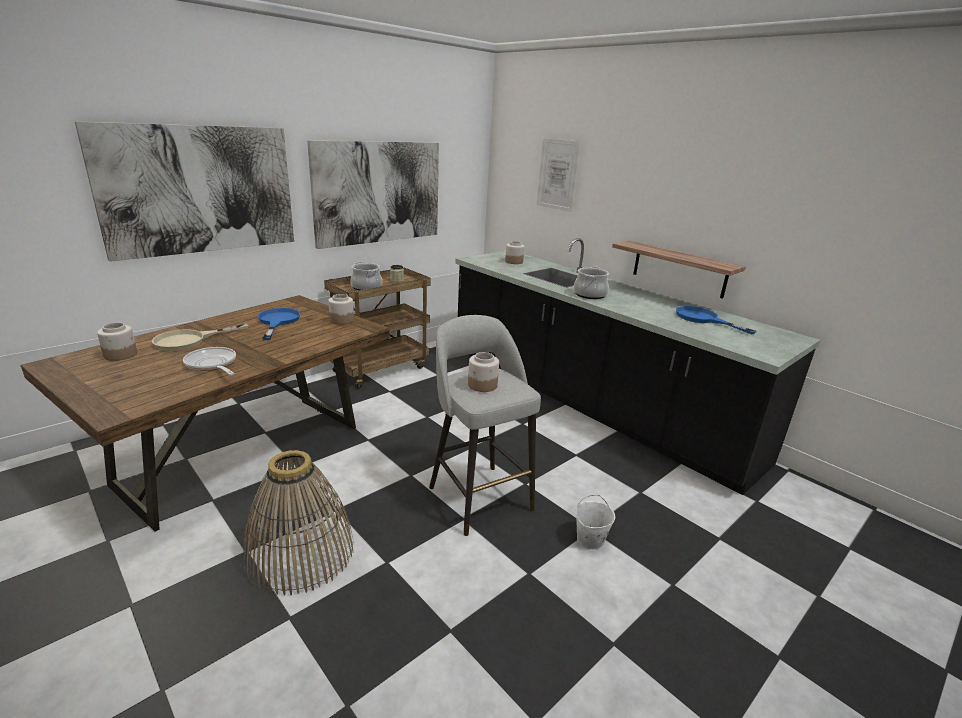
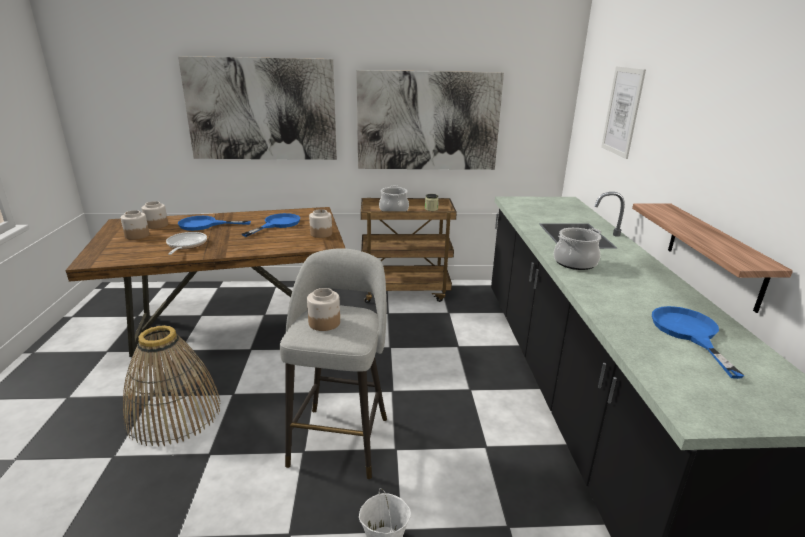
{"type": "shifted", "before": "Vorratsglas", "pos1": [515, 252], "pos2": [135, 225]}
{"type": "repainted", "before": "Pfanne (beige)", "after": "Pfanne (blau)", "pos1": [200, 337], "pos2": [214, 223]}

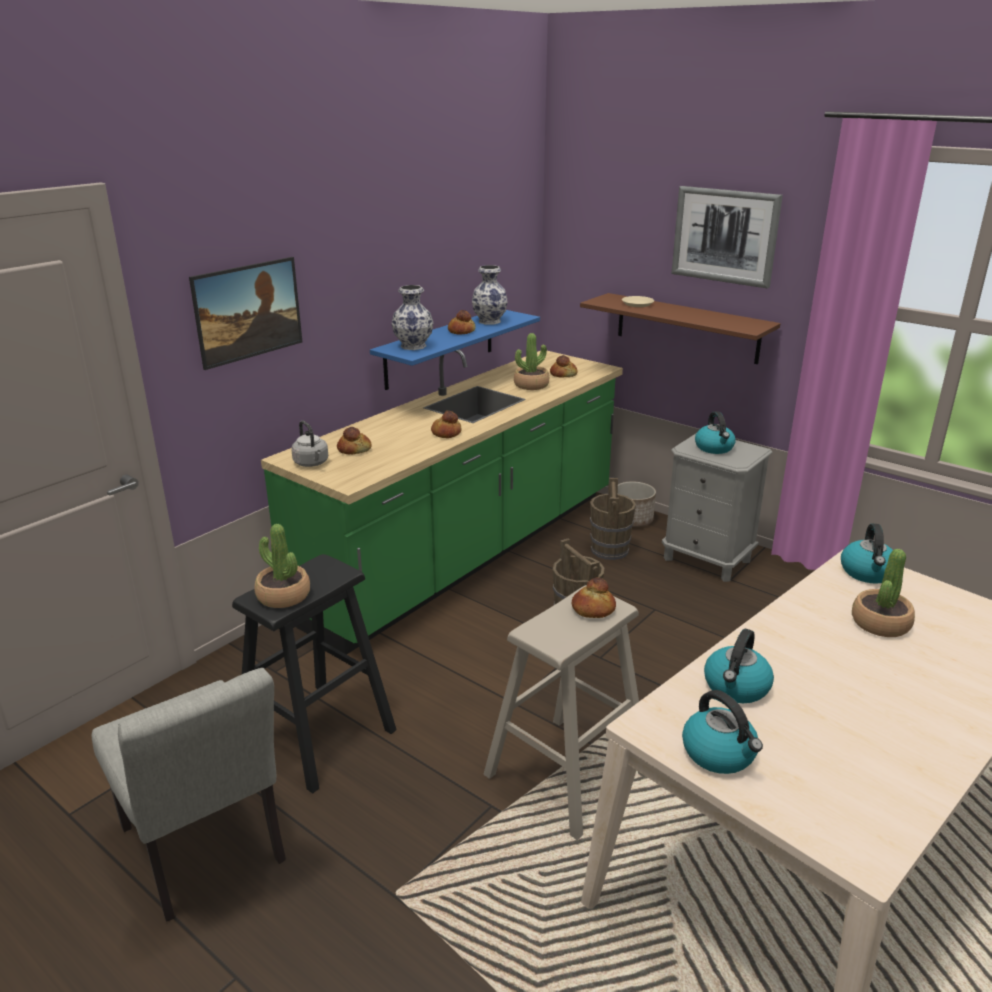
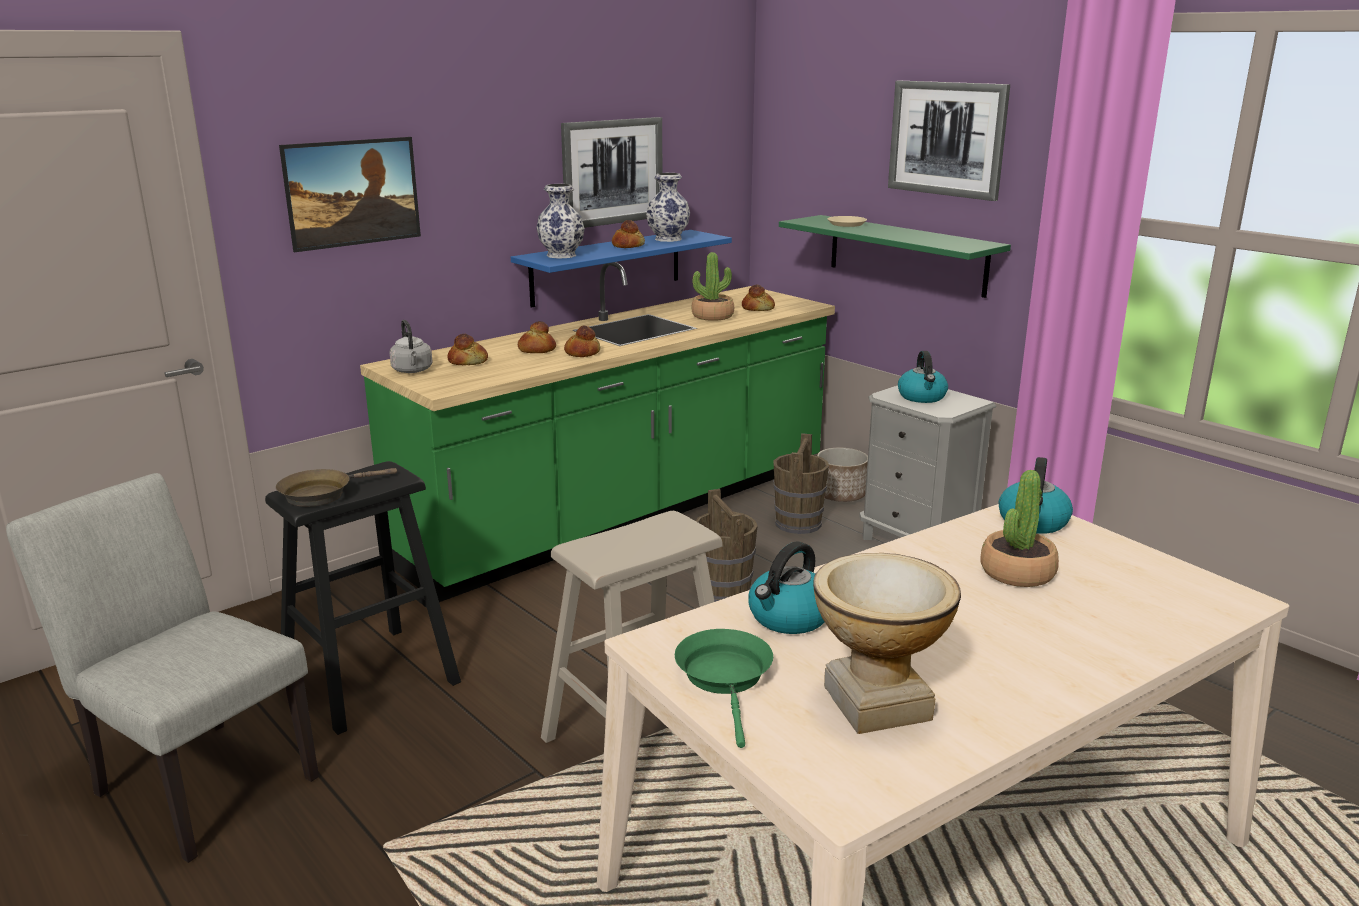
{"type": "new", "after": "Bild", "pos2": [611, 172]}
{"type": "new", "after": "Vase", "pos2": [887, 643]}
{"type": "shifted", "before": "Brot", "pos1": [594, 597], "pos2": [537, 337]}
{"type": "swapped", "before": "Topfpflanze", "after": "Pfanne (braun)", "pos1": [282, 566], "pos2": [336, 487]}
{"type": "swapped", "before": "Wasserkessel", "after": "Pfanne (grün)", "pos1": [722, 732], "pos2": [724, 688]}
{"type": "repainted", "before": "Wandregal (braun)", "after": "Wandregal (grün)", "pos1": [680, 328], "pos2": [895, 256]}
{"type": "rotated", "before": "Stuhl (grau)", "pos1": [189, 795], "pos2": [162, 668], "turn": 150}

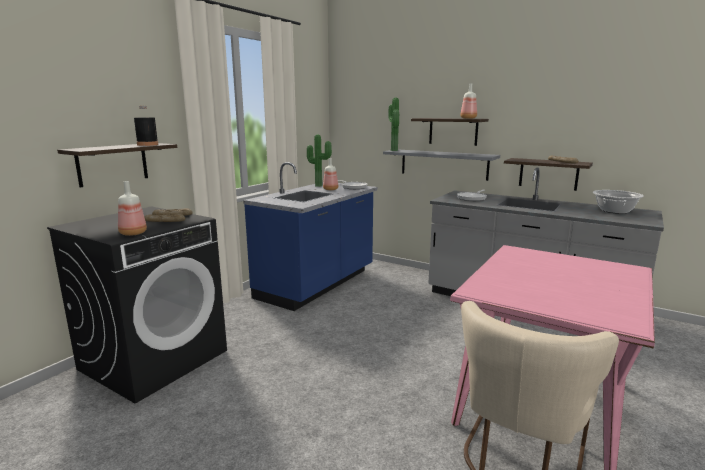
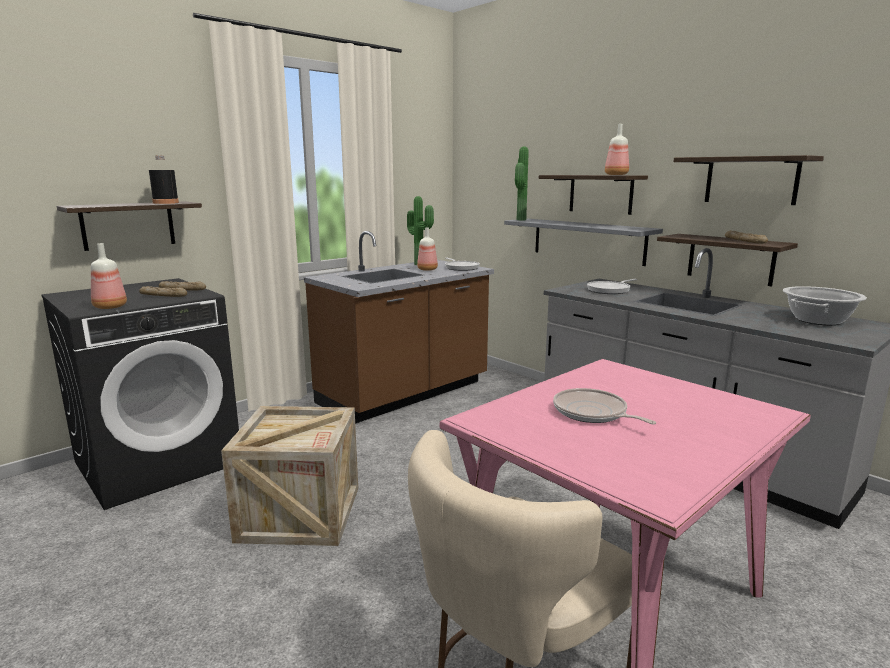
{"type": "new", "after": "Kiste", "pos2": [289, 476]}
{"type": "new", "after": "Pfanne", "pos2": [604, 406]}
{"type": "new", "after": "Wandregal", "pos2": [748, 180]}
{"type": "repainted", "before": "Küchenzeile (blau)", "after": "Küchenzeile (braun)", "pos1": [310, 236], "pos2": [399, 327]}

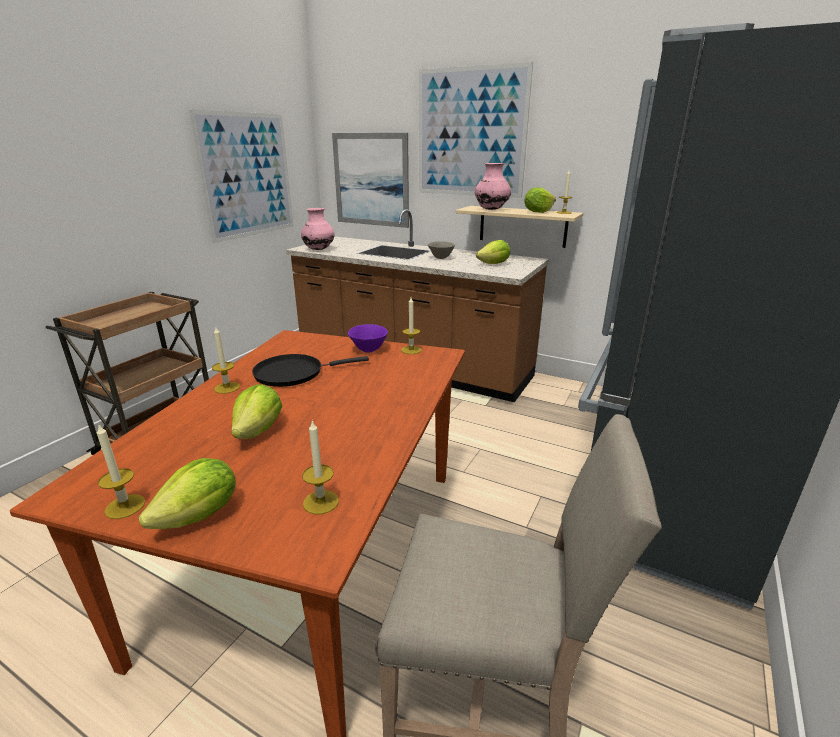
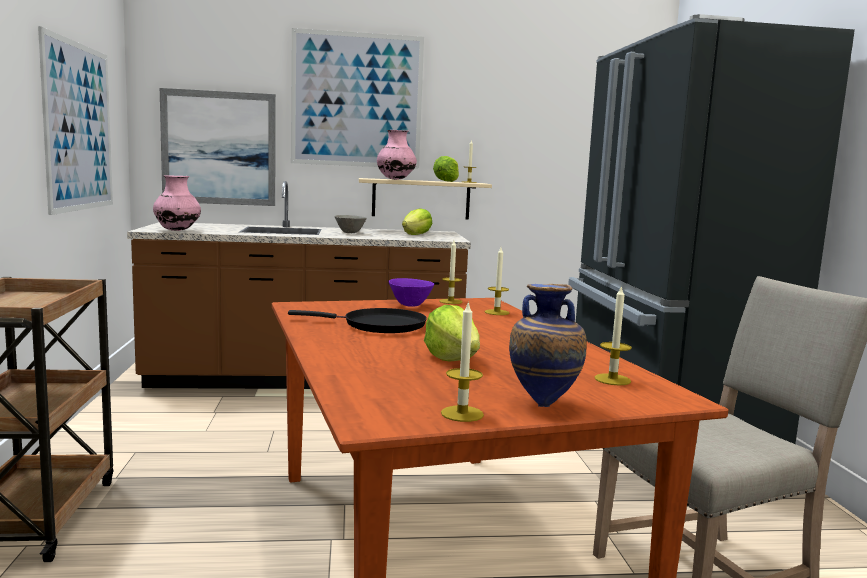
{"type": "shifted", "before": "Kerze", "pos1": [226, 360], "pos2": [497, 281]}
{"type": "swapped", "before": "Salatkopf", "after": "Vase", "pos1": [187, 493], "pos2": [548, 345]}
{"type": "rotated", "before": "Pfanne (schwarz)", "pos1": [310, 370], "pos2": [357, 320], "turn": -120}

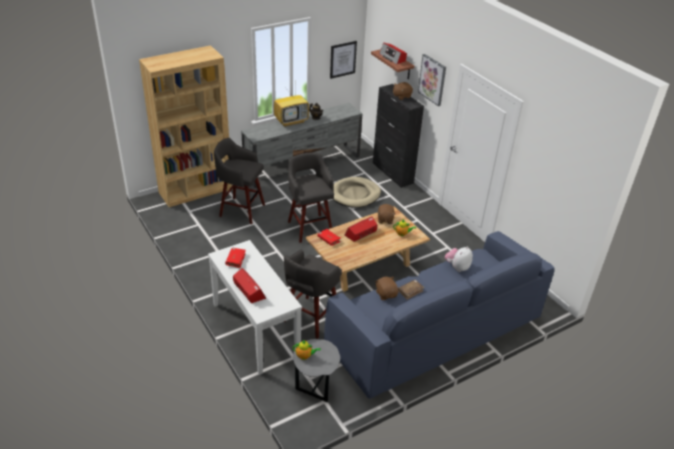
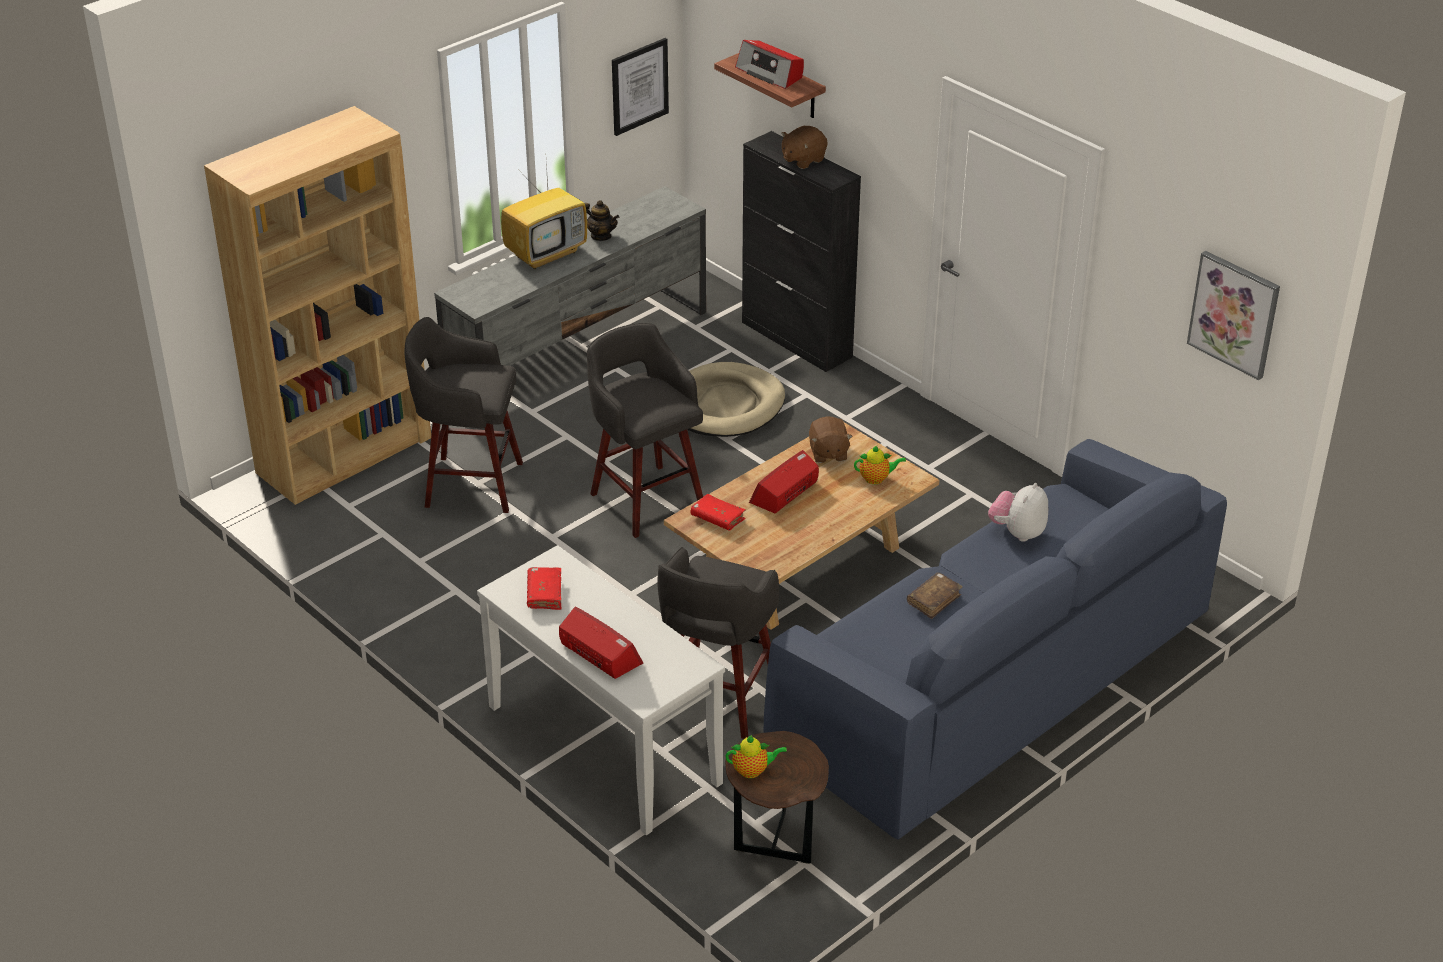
{"type": "gone", "before": "Plüschtier (braun)", "pos1": [386, 288]}
{"type": "shifted", "before": "Bild", "pos1": [432, 80], "pos2": [1233, 315]}
{"type": "repainted", "before": "Beistelltisch (grau)", "after": "Beistelltisch (braun)", "pos1": [316, 370], "pos2": [777, 797]}

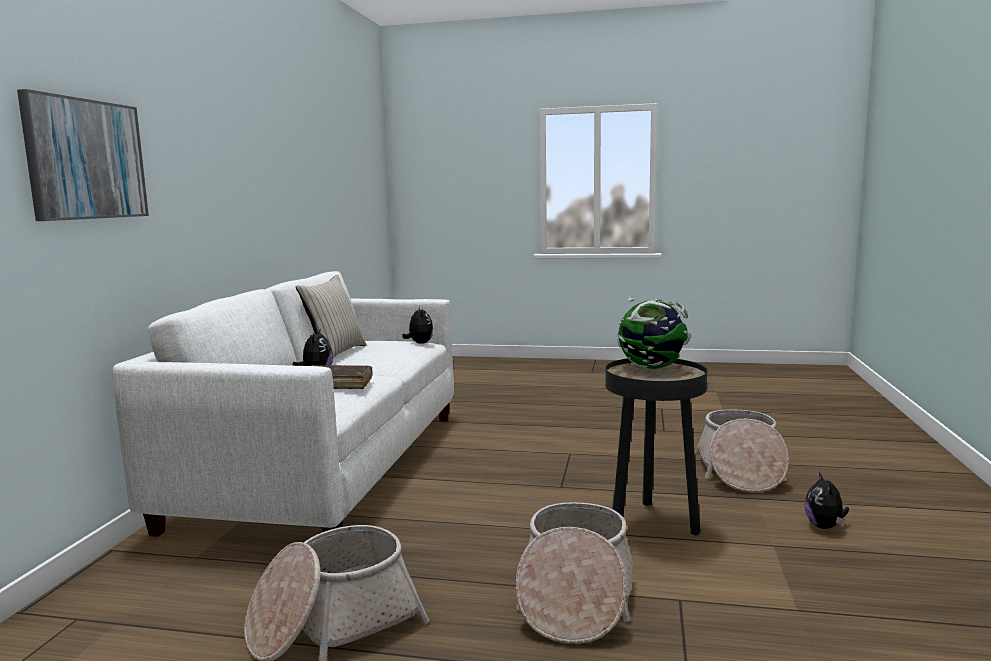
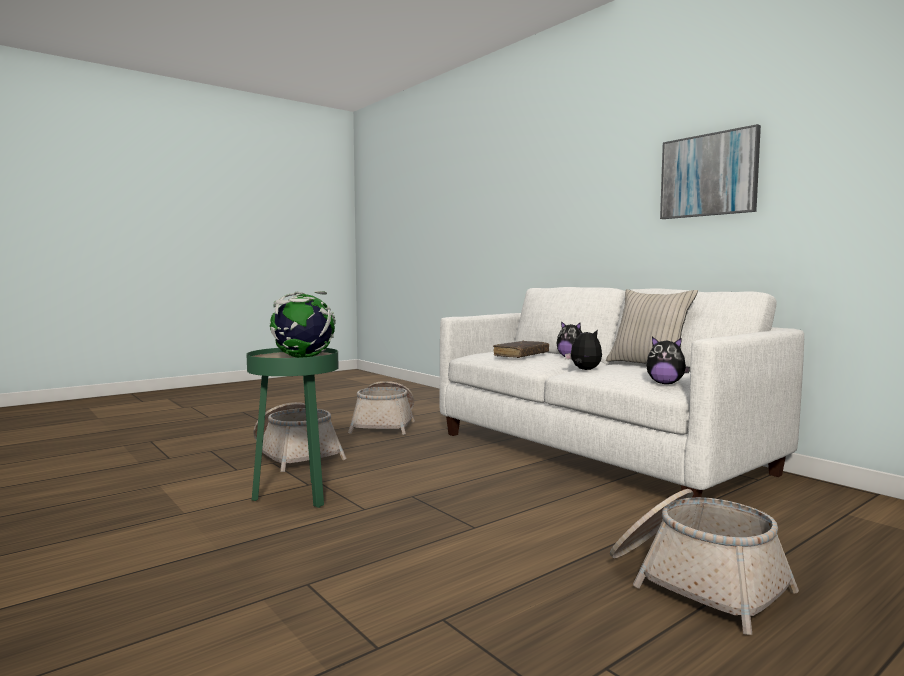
{"type": "shifted", "before": "Bild", "pos1": [83, 155], "pos2": [710, 171]}
{"type": "shifted", "before": "Korb", "pos1": [742, 451], "pos2": [704, 562]}
{"type": "shifted", "before": "Plüschtier", "pos1": [827, 500], "pos2": [583, 349]}
{"type": "repainted", "before": "Beistelltisch (schwarz)", "after": "Beistelltisch (grün)", "pos1": [656, 446], "pos2": [292, 428]}

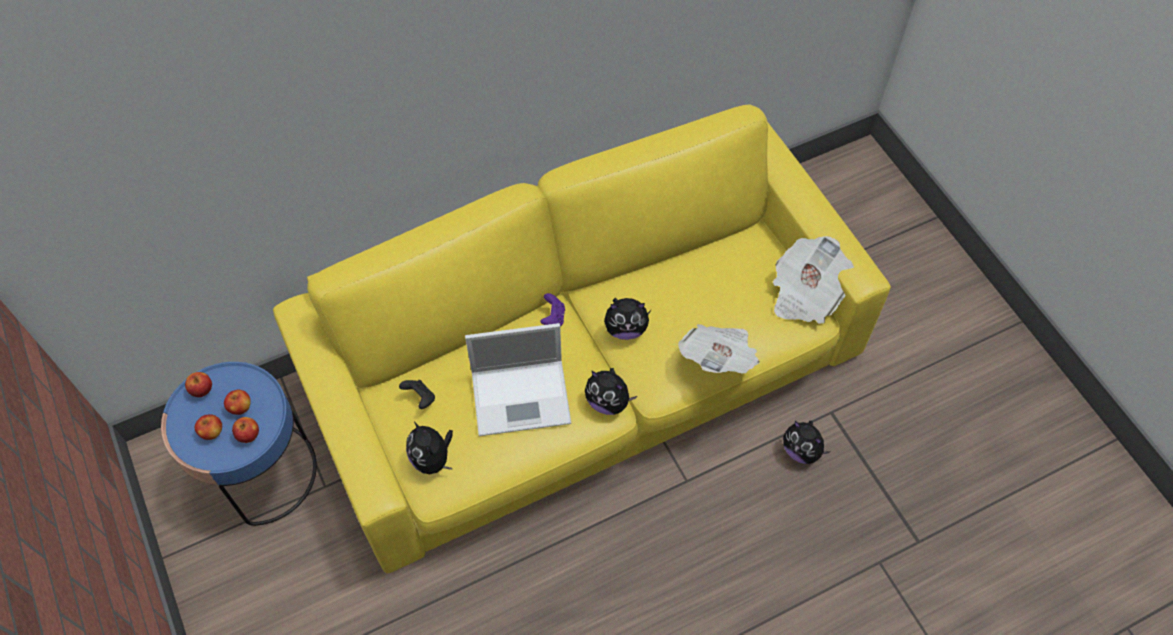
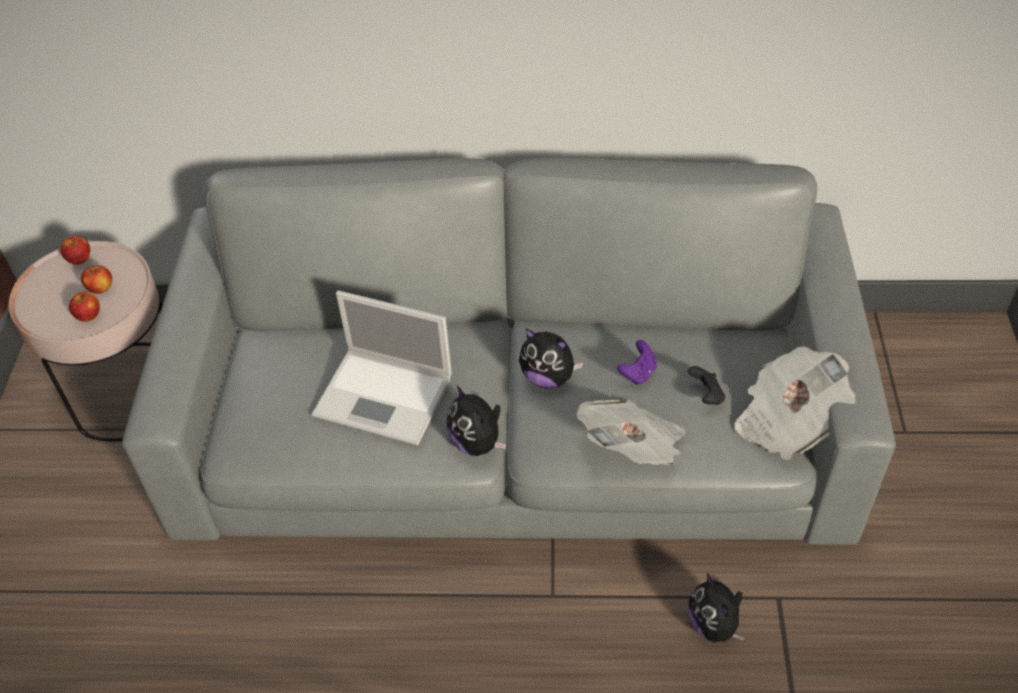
{"type": "gone", "before": "Apfel", "pos1": [208, 427]}
{"type": "gone", "before": "Plüschtier", "pos1": [429, 447]}
{"type": "shifted", "before": "Gamepad (schwarz)", "pos1": [417, 394], "pos2": [706, 385]}
{"type": "shifted", "before": "Gamepad (lila)", "pos1": [552, 309], "pos2": [637, 362]}
{"type": "repainted", "before": "Beistelltisch (blau)", "after": "Beistelltisch (rosa)", "pos1": [239, 444], "pos2": [86, 341]}
{"type": "repainted", "before": "Sofa (gelb)", "after": "Sofa (grau)", "pos1": [582, 339], "pos2": [509, 351]}

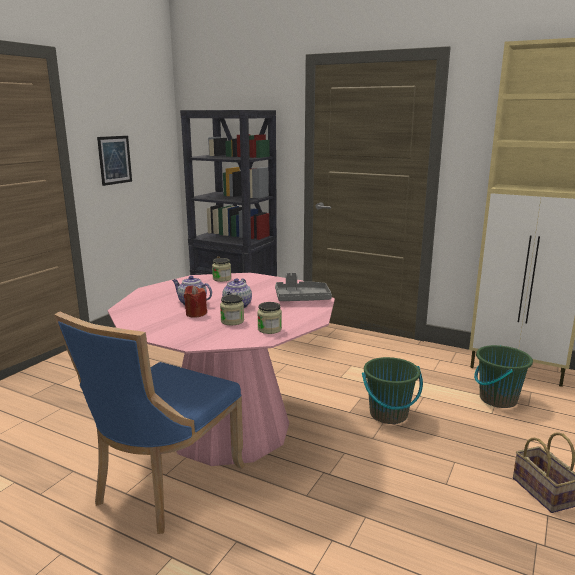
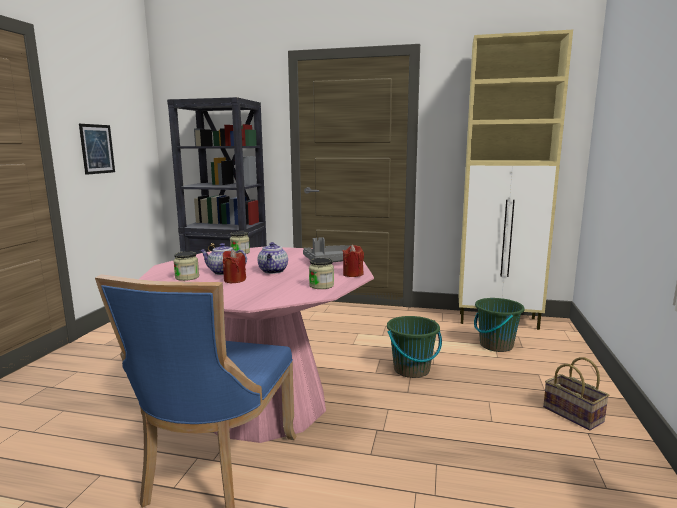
{"type": "new", "after": "Kerze (rot)", "pos2": [353, 261]}
{"type": "shifted", "before": "Vorratsglas", "pos1": [232, 310], "pos2": [186, 266]}

